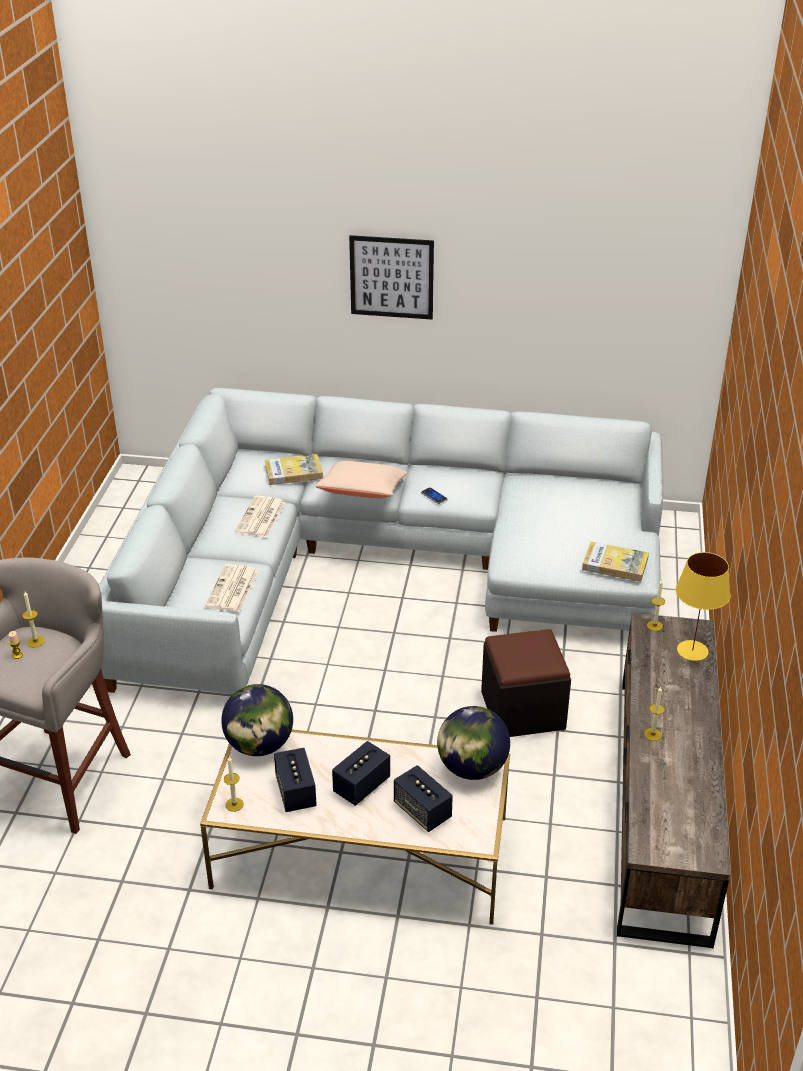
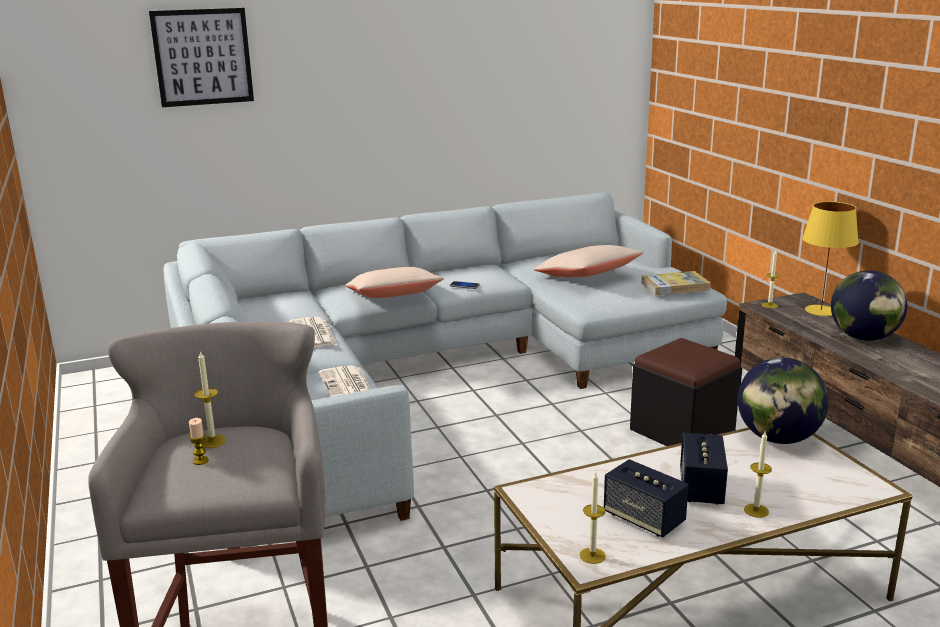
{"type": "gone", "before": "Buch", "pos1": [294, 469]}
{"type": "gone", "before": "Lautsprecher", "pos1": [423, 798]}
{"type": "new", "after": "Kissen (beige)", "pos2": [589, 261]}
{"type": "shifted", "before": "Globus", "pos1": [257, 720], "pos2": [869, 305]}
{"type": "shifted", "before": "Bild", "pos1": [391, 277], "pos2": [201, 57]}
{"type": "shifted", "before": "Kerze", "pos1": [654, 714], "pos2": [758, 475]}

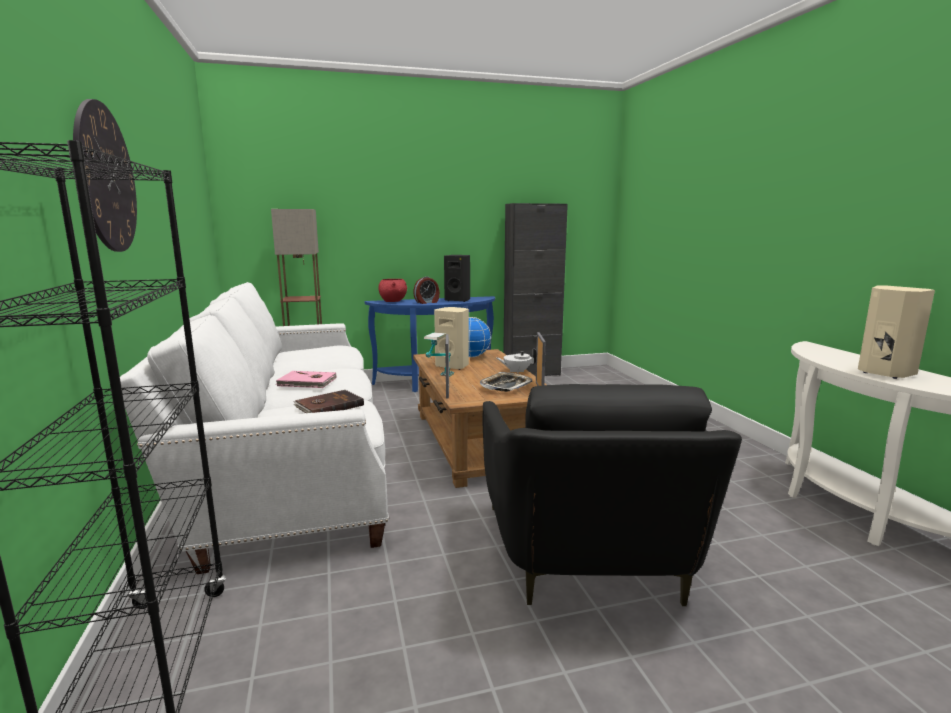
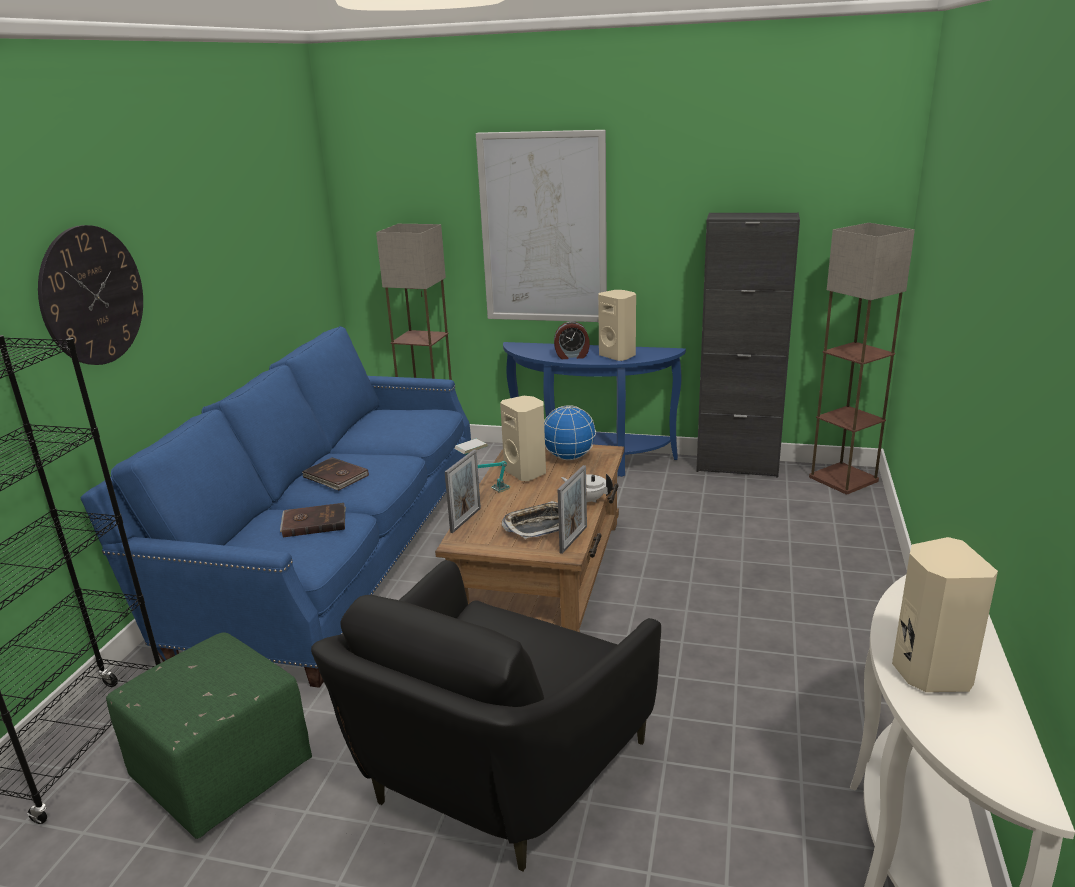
{"type": "gone", "before": "Schüssel (rot)", "pos1": [393, 290]}
{"type": "new", "after": "Polsterhocker (grün)", "pos2": [209, 735]}
{"type": "new", "after": "Bild", "pos2": [541, 226]}
{"type": "new", "after": "Stehlampe", "pos2": [862, 358]}
{"type": "repainted", "before": "Sofa (weiß)", "after": "Sofa (blau)", "pos1": [254, 428], "pos2": [275, 507]}
{"type": "repainted", "before": "Buch (rosa)", "after": "Buch (braun)", "pos1": [306, 379], "pos2": [335, 473]}
{"type": "repainted", "before": "Lautsprecher (schwarz)", "after": "Lautsprecher (beige)", "pos1": [457, 278], "pos2": [617, 325]}

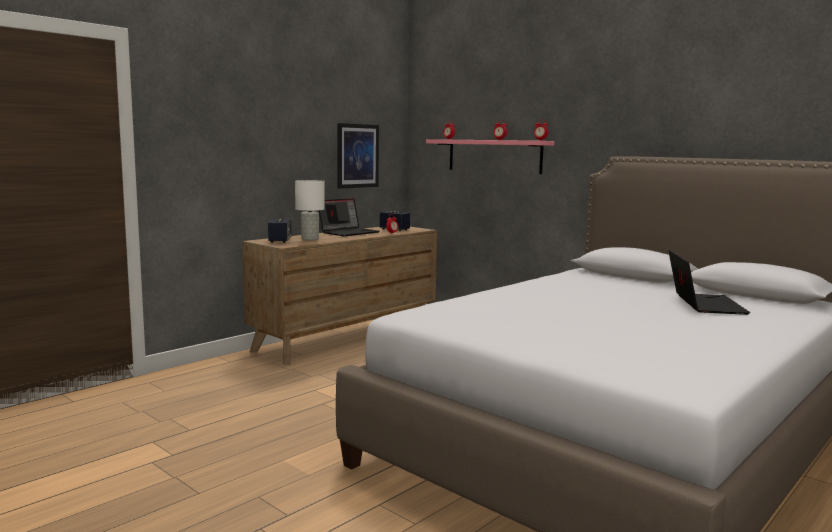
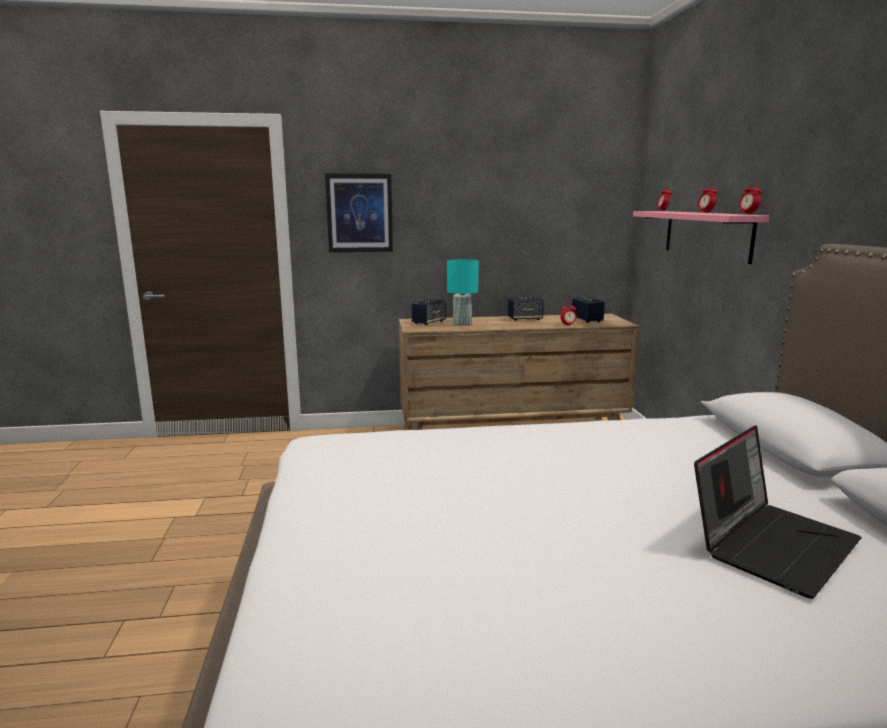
{"type": "shifted", "before": "Bild", "pos1": [358, 156], "pos2": [359, 212]}
{"type": "swapped", "before": "Laptop", "after": "Lautsprecher", "pos1": [349, 217], "pos2": [526, 309]}
{"type": "repainted", "before": "Tischlampe (weiß)", "after": "Tischlampe (türkis)", "pos1": [310, 210], "pos2": [463, 292]}

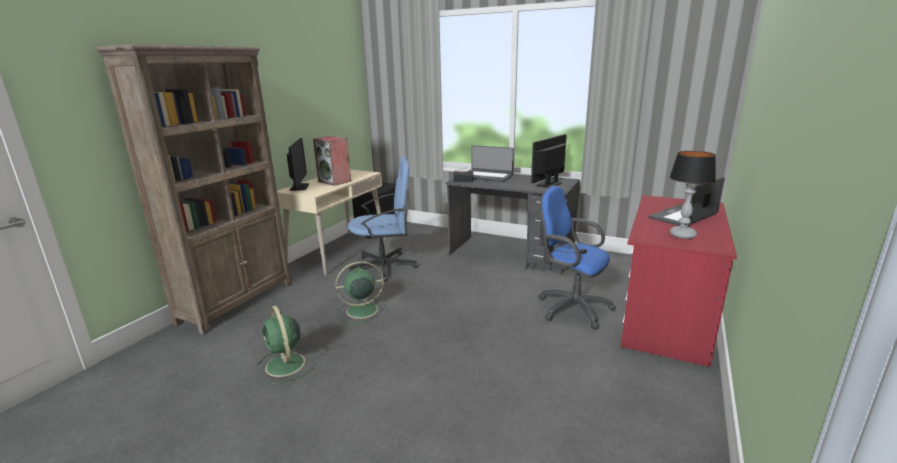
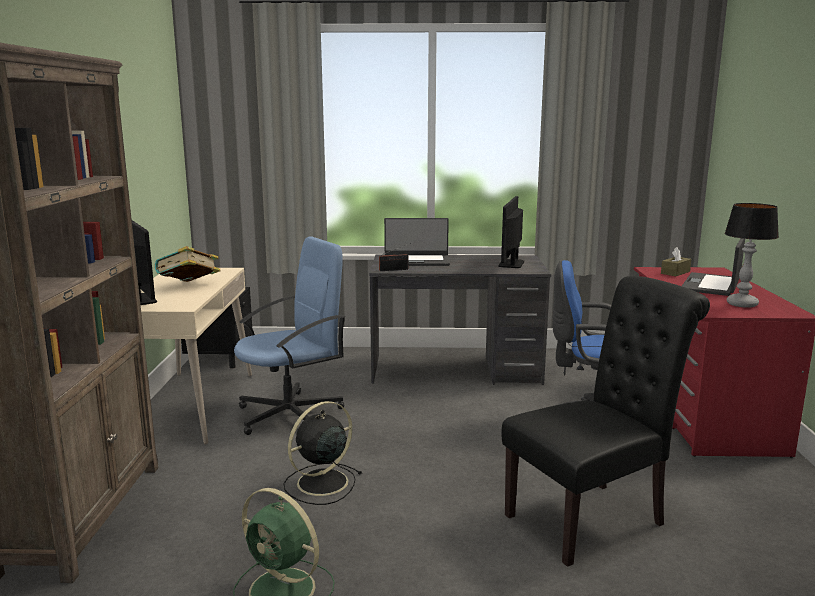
{"type": "new", "after": "Stuhl (schwarz)", "pos2": [605, 421]}
{"type": "new", "after": "Taschentuchbox (braun)", "pos2": [676, 261]}
{"type": "swapped", "before": "Lautsprecher", "after": "Buch", "pos1": [332, 161], "pos2": [188, 264]}
{"type": "repainted", "before": "Ventilator (grün)", "after": "Ventilator (schwarz)", "pos1": [361, 292], "pos2": [322, 453]}

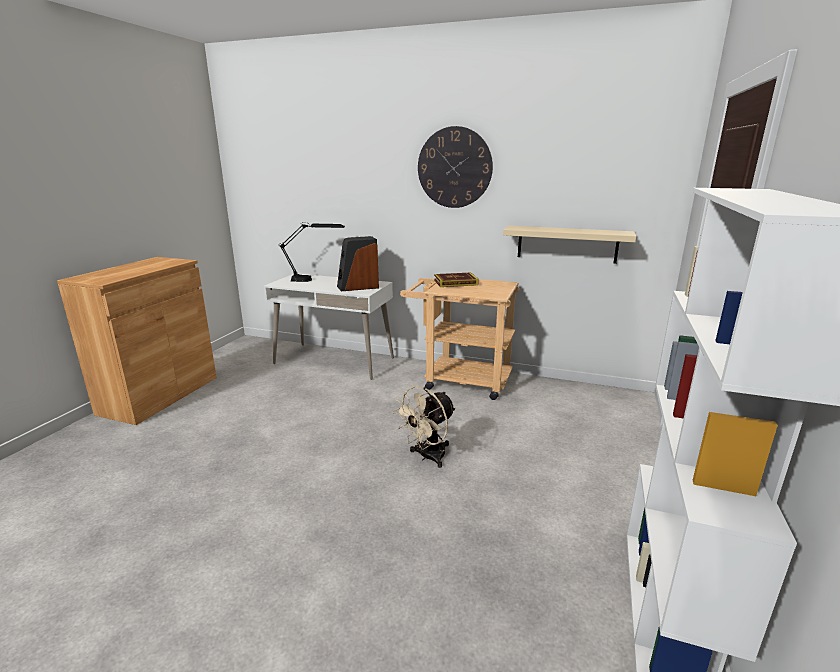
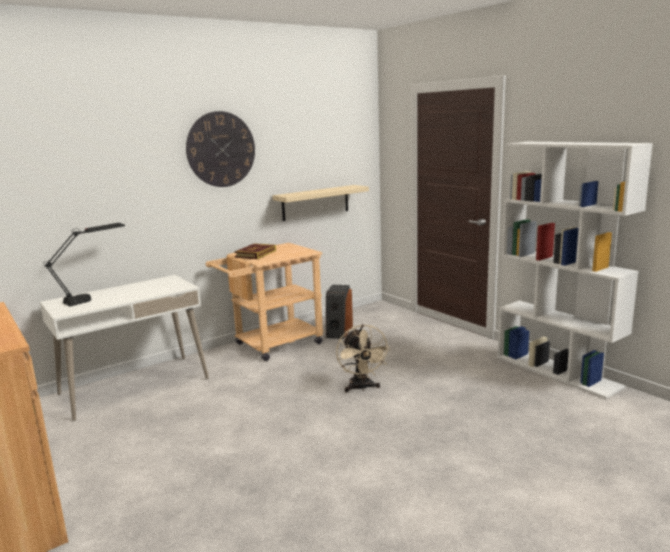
{"type": "shifted", "before": "Lautsprecher", "pos1": [358, 263], "pos2": [339, 312]}

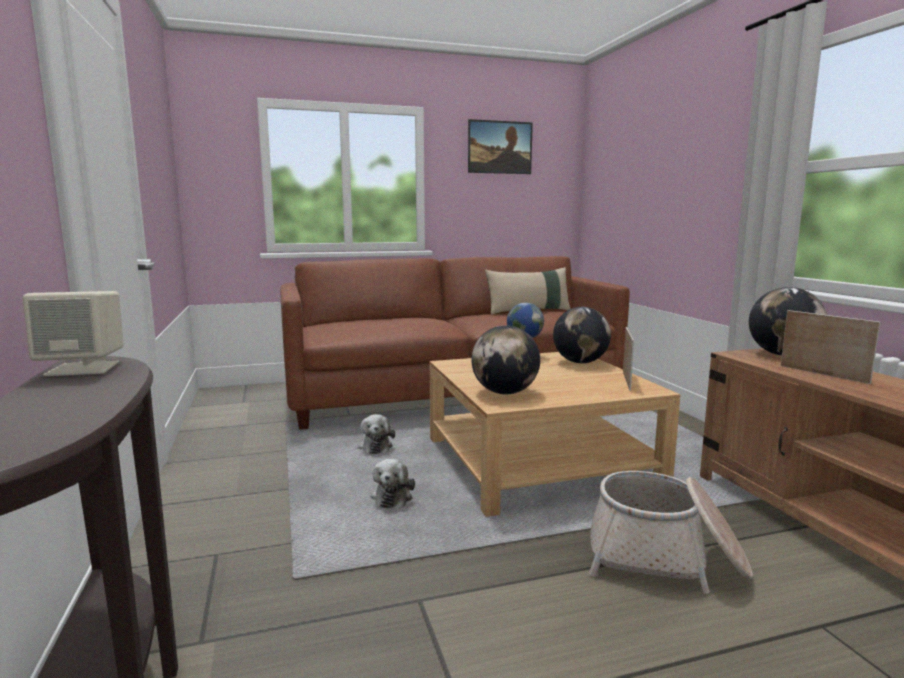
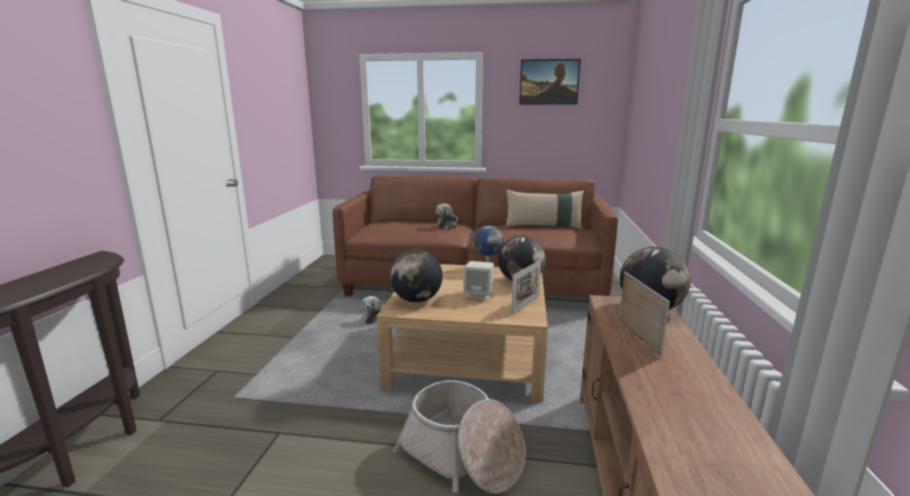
{"type": "shifted", "before": "Lautsprecher (beige)", "pos1": [73, 334], "pos2": [478, 280]}
{"type": "shifted", "before": "Plüschtier", "pos1": [393, 483], "pos2": [447, 216]}

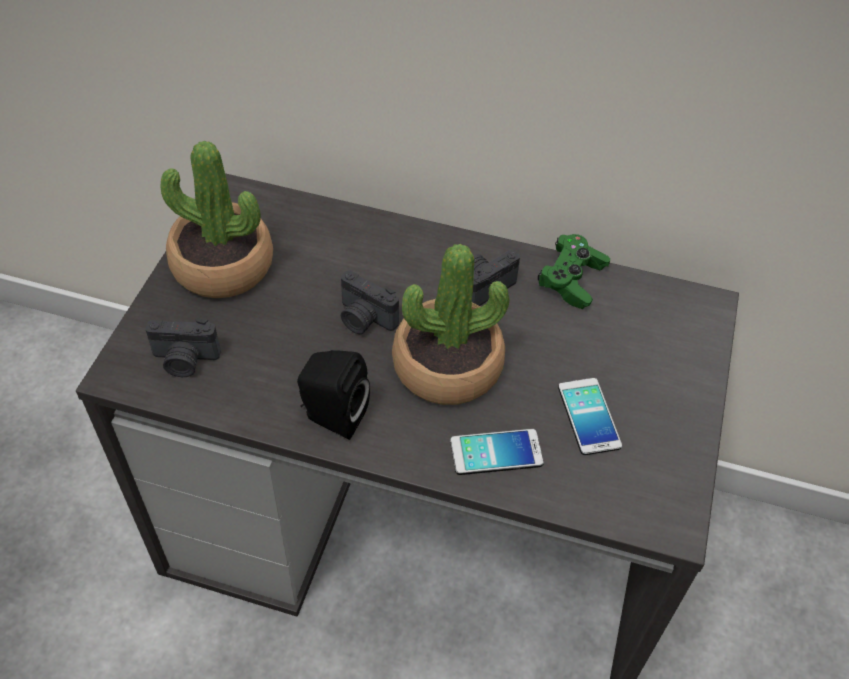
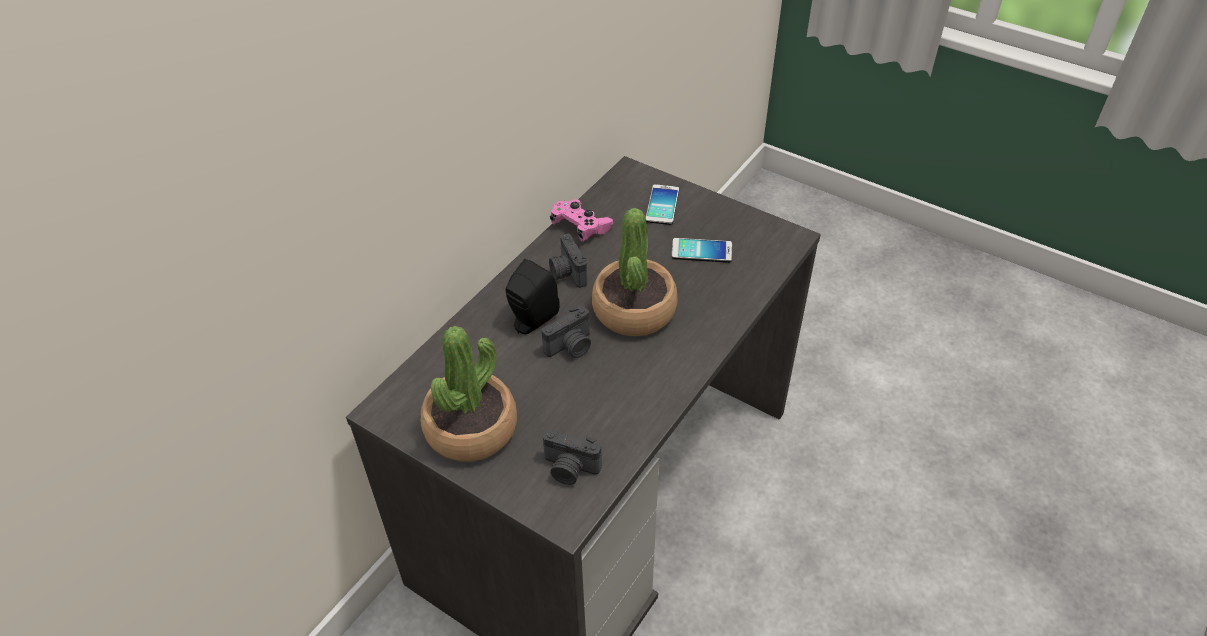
{"type": "shifted", "before": "Lautsprecher (schwarz)", "pos1": [333, 395], "pos2": [533, 296]}
{"type": "shifted", "before": "Handy", "pos1": [497, 452], "pos2": [662, 204]}
{"type": "repainted", "before": "Gamepad (grün)", "after": "Gamepad (rosa)", "pos1": [574, 271], "pos2": [581, 220]}
{"type": "rotated", "before": "Kamera", "pos1": [183, 347], "pos2": [572, 457], "turn": 90}

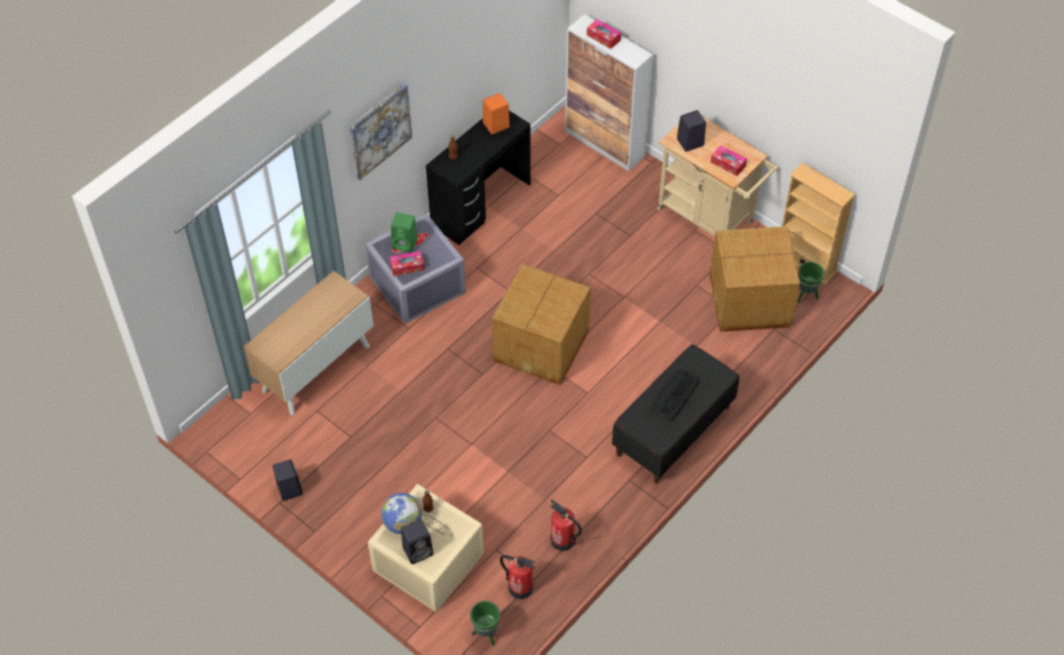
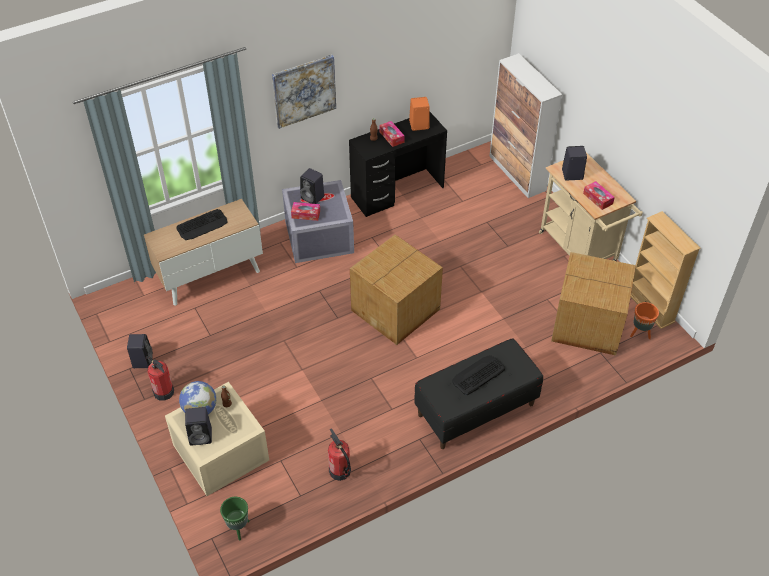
{"type": "new", "after": "Tastatur", "pos2": [202, 224]}
{"type": "shifted", "before": "Feuerlöscher", "pos1": [517, 577], "pos2": [160, 378]}
{"type": "shifted", "before": "Taschentuchbox", "pos1": [604, 34], "pos2": [392, 134]}
{"type": "repainted", "before": "Lautsprecher (grün)", "after": "Lautsprecher (schwarz)", "pos1": [404, 233], "pos2": [312, 186]}
{"type": "repainted", "before": "Pflanzkübel (grün)", "after": "Pflanzkübel (orange)", "pos1": [810, 282], "pos2": [644, 320]}

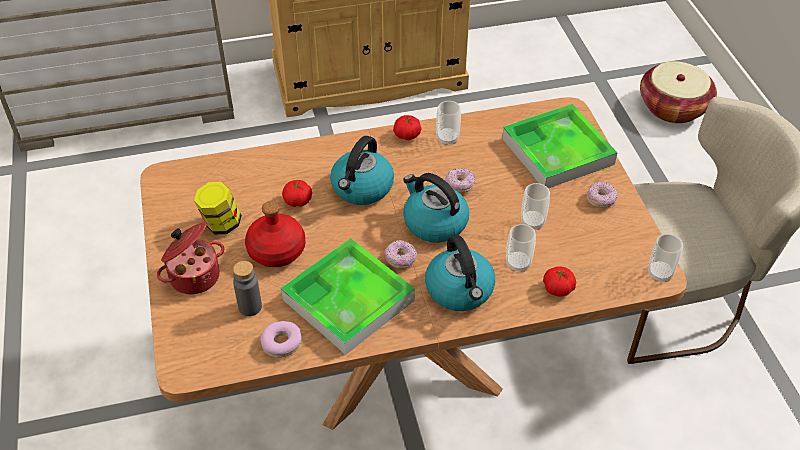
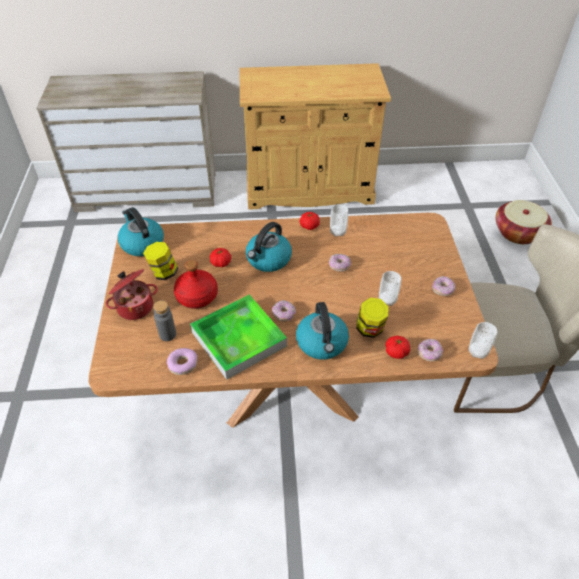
{"type": "gone", "before": "Tablett", "pos1": [559, 146]}
{"type": "new", "after": "Donut", "pos2": [430, 350]}
{"type": "shifted", "before": "Wasserkessel", "pos1": [436, 208], "pos2": [141, 231]}
{"type": "swapped", "before": "Tasse", "after": "Vorratsglas", "pos1": [521, 248], "pos2": [372, 317]}

